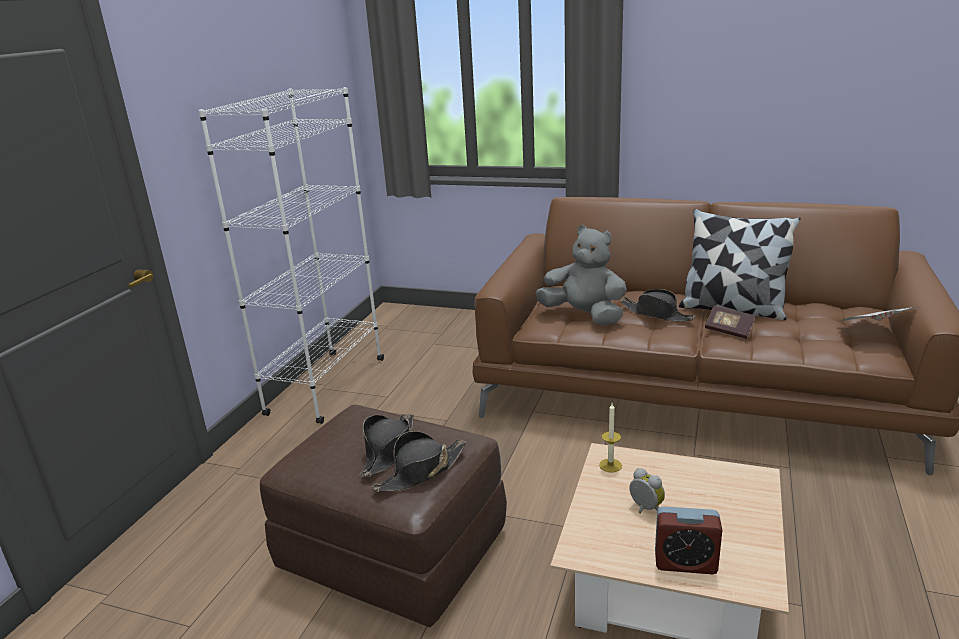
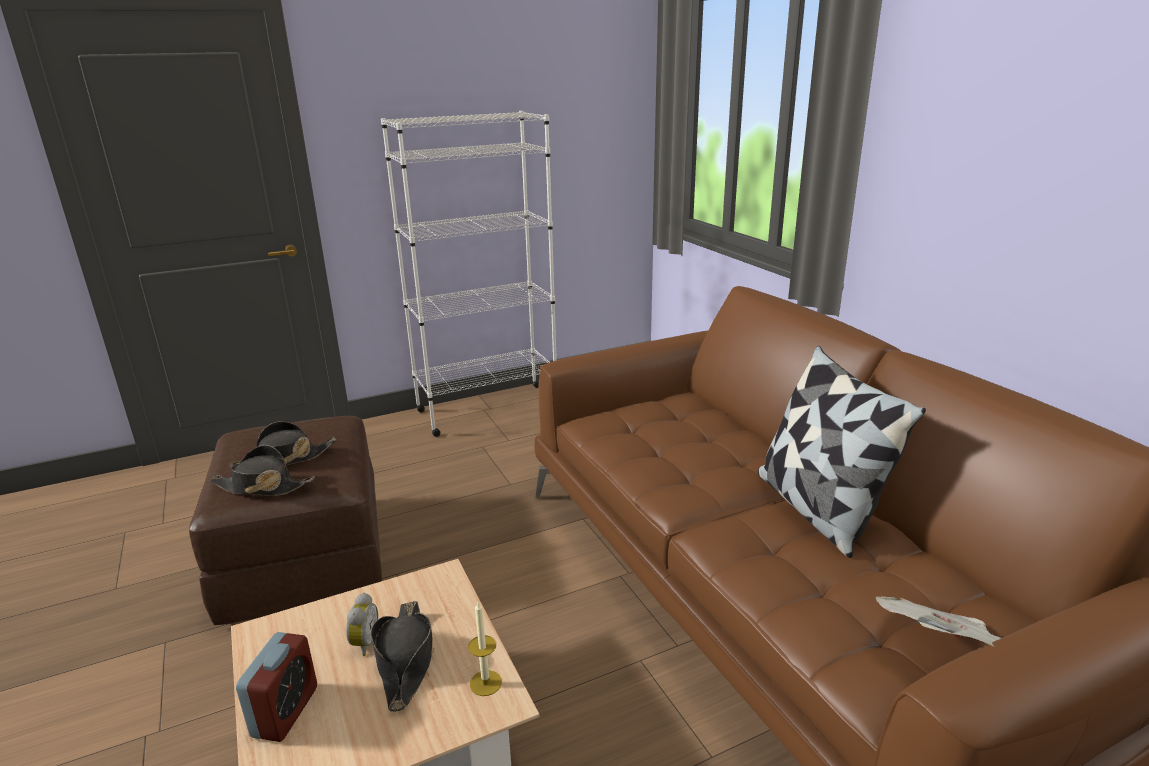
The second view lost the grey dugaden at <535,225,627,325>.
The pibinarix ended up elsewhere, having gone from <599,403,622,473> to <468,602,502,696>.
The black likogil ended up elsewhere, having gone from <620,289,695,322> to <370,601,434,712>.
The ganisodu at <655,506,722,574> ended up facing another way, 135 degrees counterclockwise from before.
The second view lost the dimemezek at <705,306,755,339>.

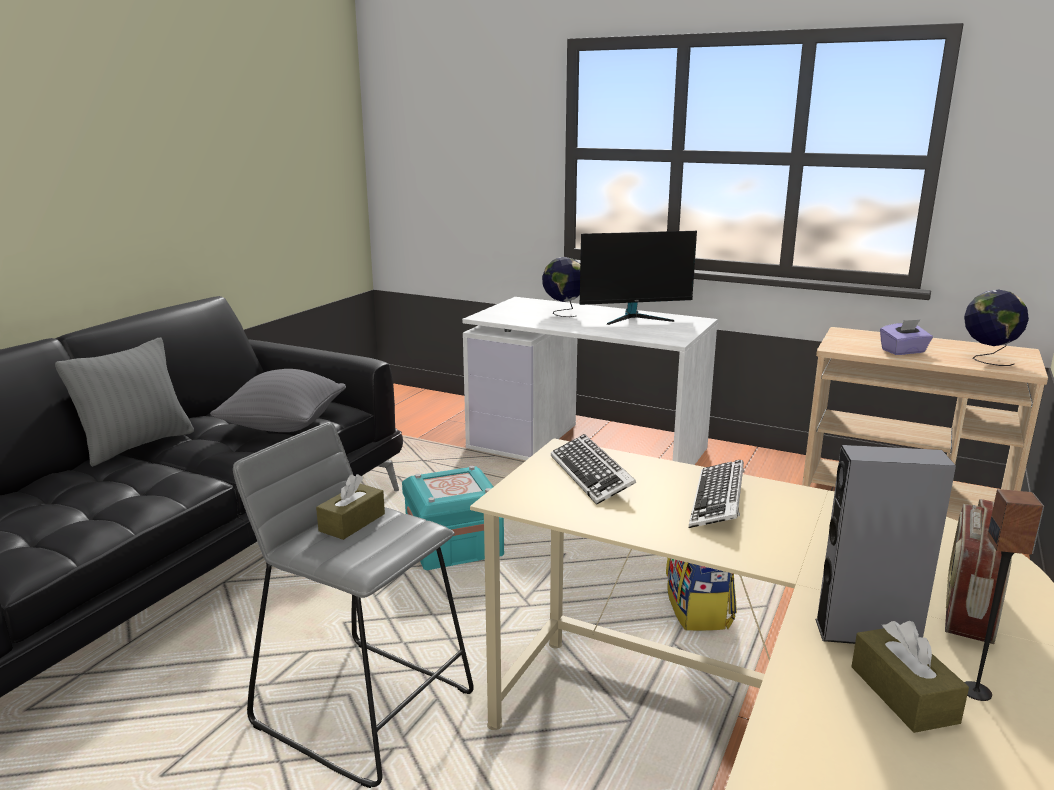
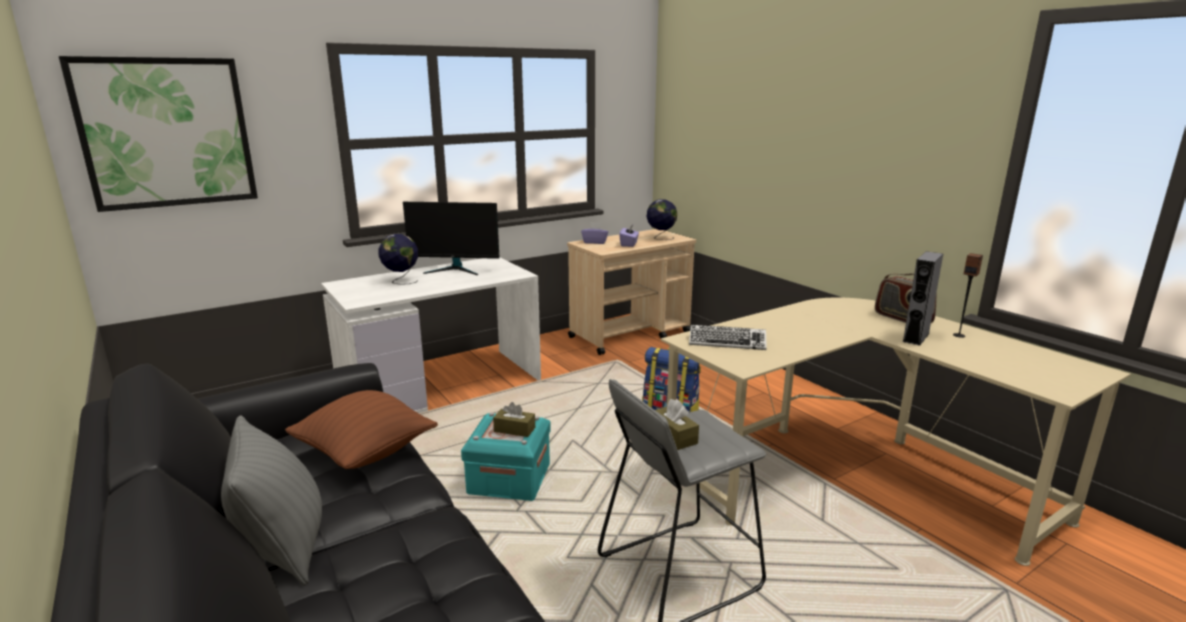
What was the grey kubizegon at <210,369,346,432> turned into the brown kubizegon at <285,390,438,469>.
The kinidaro at <580,231,697,325> ended up facing another way, 75 degrees clockwise from before.
The second view lost the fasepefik at <689,460,744,528>.
The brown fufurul ended up elsewhere, having gone from <851,621,969,733> to <493,402,535,437>.
The second view gained the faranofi at <59,56,258,212>.
The second view gained the purple fufurul at <581,222,609,244>.

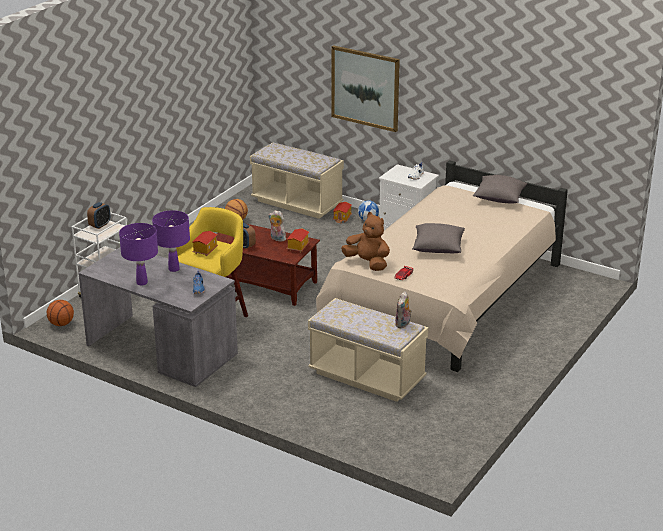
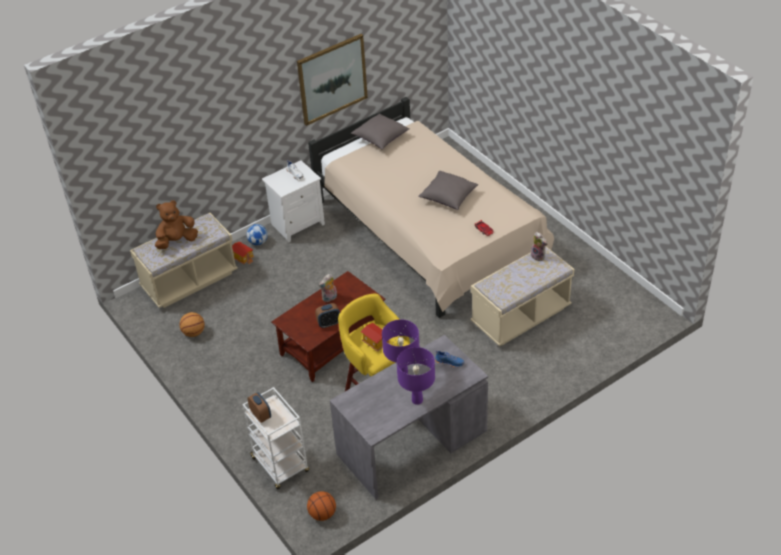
The second view lost the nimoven at <287,229,309,253>.
The faranofi ended up elsewhere, having gone from <332,45,400,132> to <297,34,368,126>.
The brown dugaden ended up elsewhere, having gone from <341,212,390,271> to <155,200,198,249>.

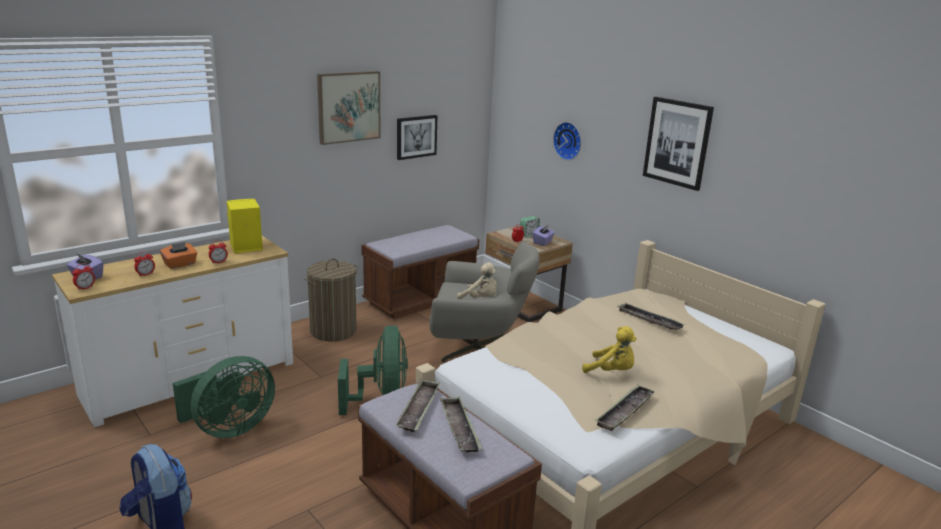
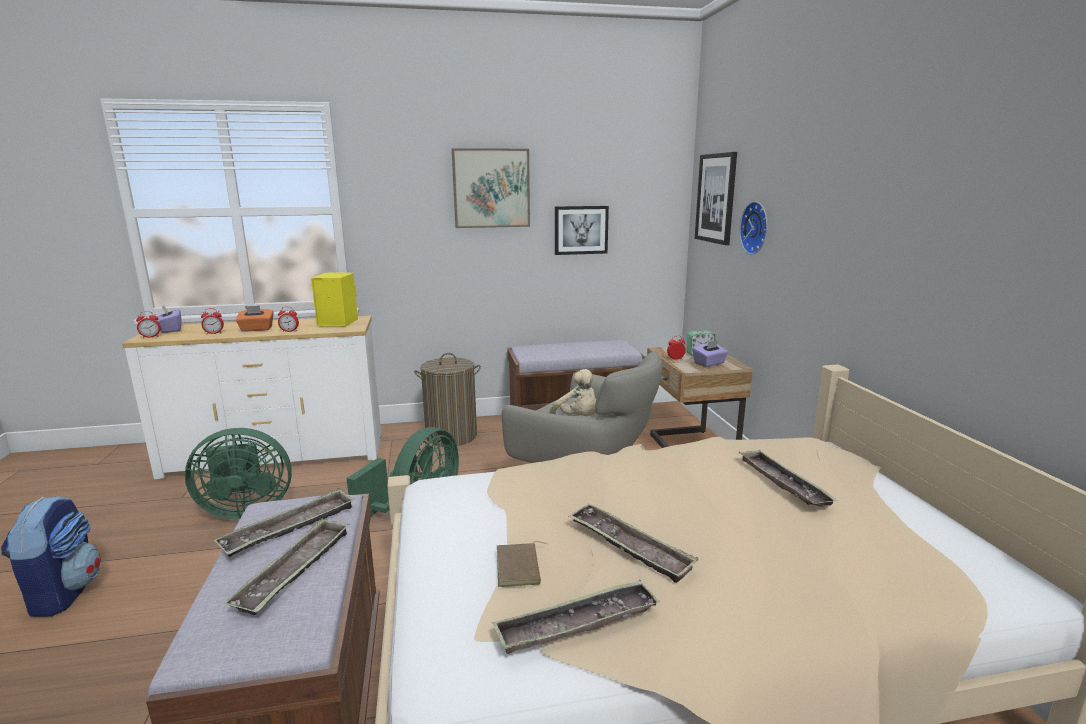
Where the yellow dugaden stood at <582,326,636,373>, the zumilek came to stand at <568,504,699,583>.
The faranofi ended up elsewhere, having gone from <643,97,714,191> to <695,152,737,245>.
The second view gained the brown dimemezek at <497,541,547,587>.

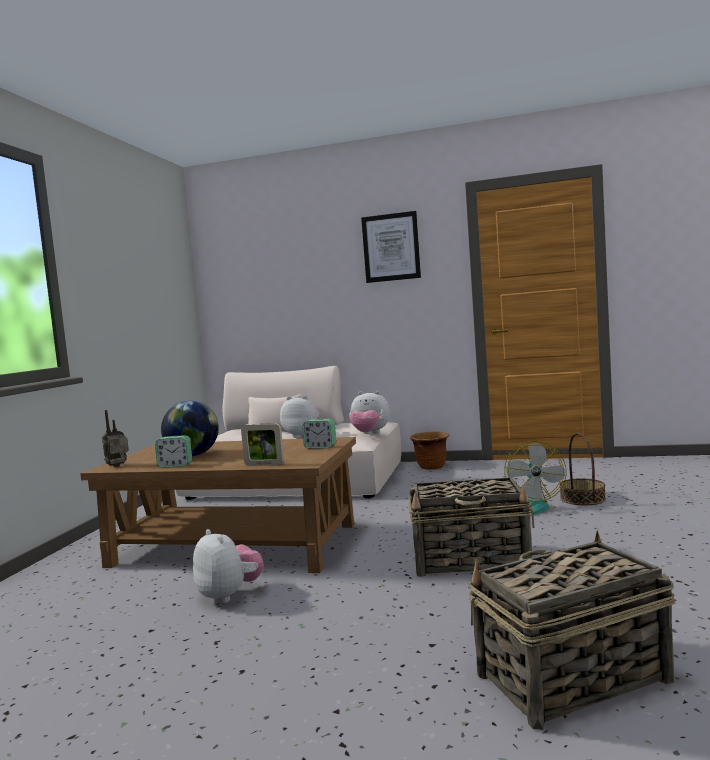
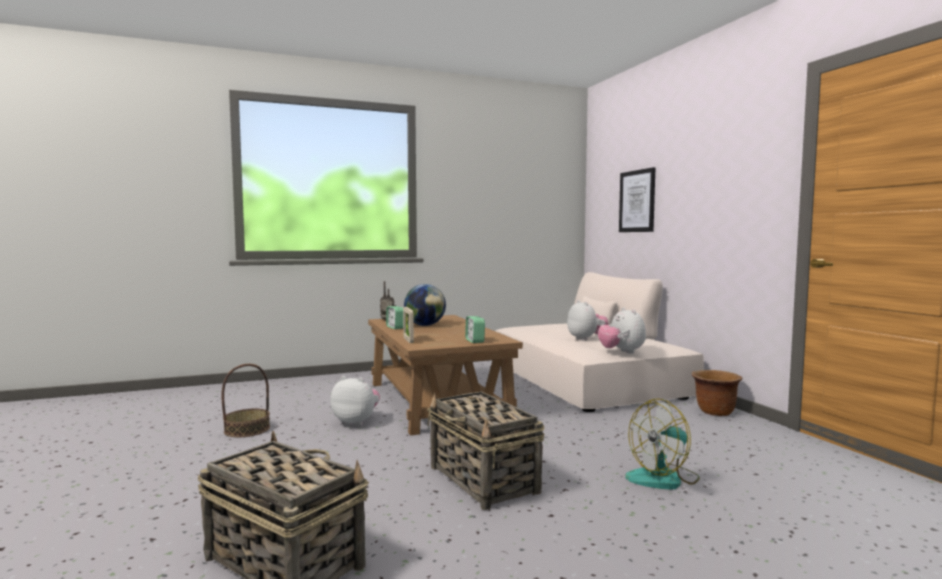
The dugaden at <193,529,264,604> ended up facing another way, 90 degrees counterclockwise from before.
The faranofi ended up elsewhere, having gone from <361,211,421,283> to <619,167,655,232>.
The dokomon ended up elsewhere, having gone from <559,433,606,505> to <221,364,270,437>.

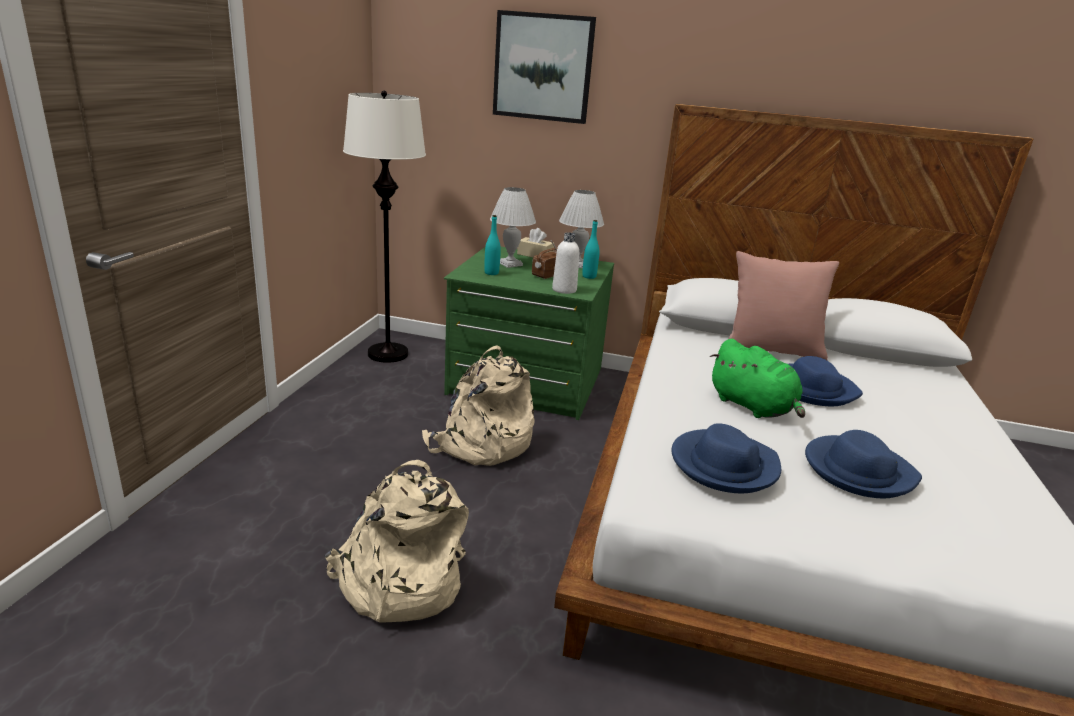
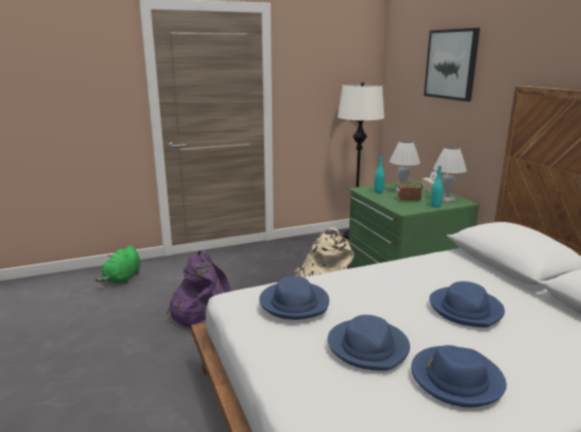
What was the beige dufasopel at <325,460,469,622> turned into the purple dufasopel at <166,250,232,328>.
The second view lost the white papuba at <552,232,579,294>.
The green dugaden ended up elsewhere, having gone from <710,339,805,418> to <95,246,141,284>.
The second view lost the pink kubizegon at <729,251,839,360>.
The second view gained the blue likogil at <411,345,507,407>.

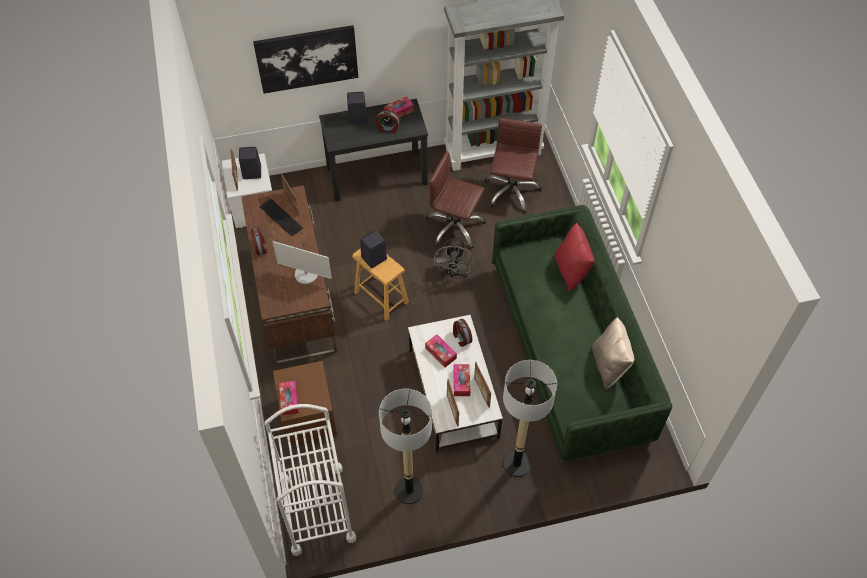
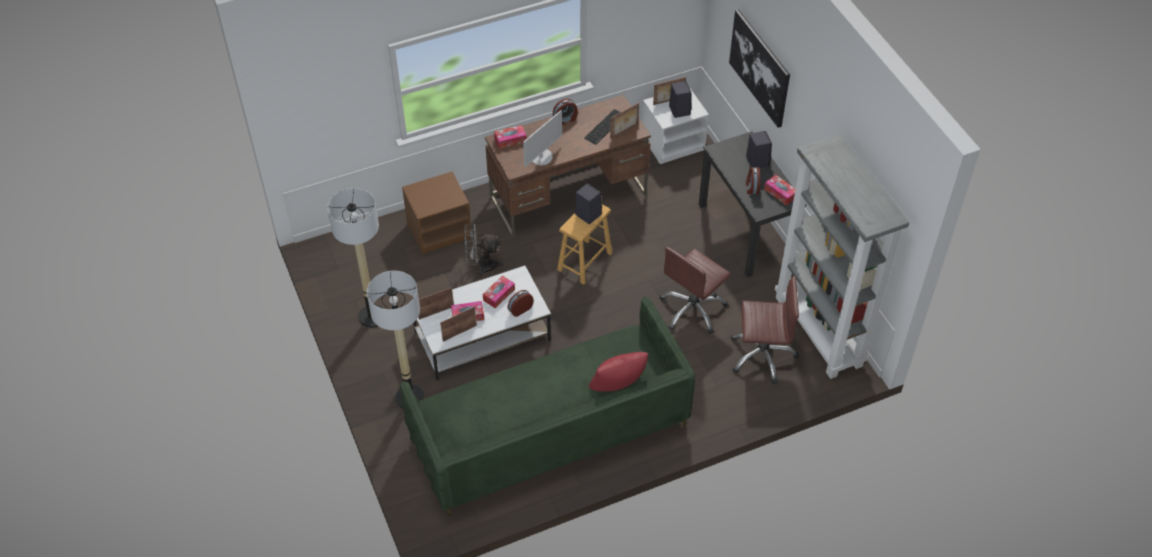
The second view lost the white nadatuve at <265,404,356,556>.
The kinidaro at <273,241,332,284> ended up facing another way, 150 degrees counterclockwise from before.
The fufurul ended up elsewhere, having gone from <279,381,299,415> to <494,125,526,149>.
The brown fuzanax at <426,151,486,249> ended up facing another way, 150 degrees counterclockwise from before.
The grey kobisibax ended up elsewhere, having gone from <434,236,473,278> to <464,224,504,277>.
The second view lost the beige kubizegon at <592,317,634,389>.

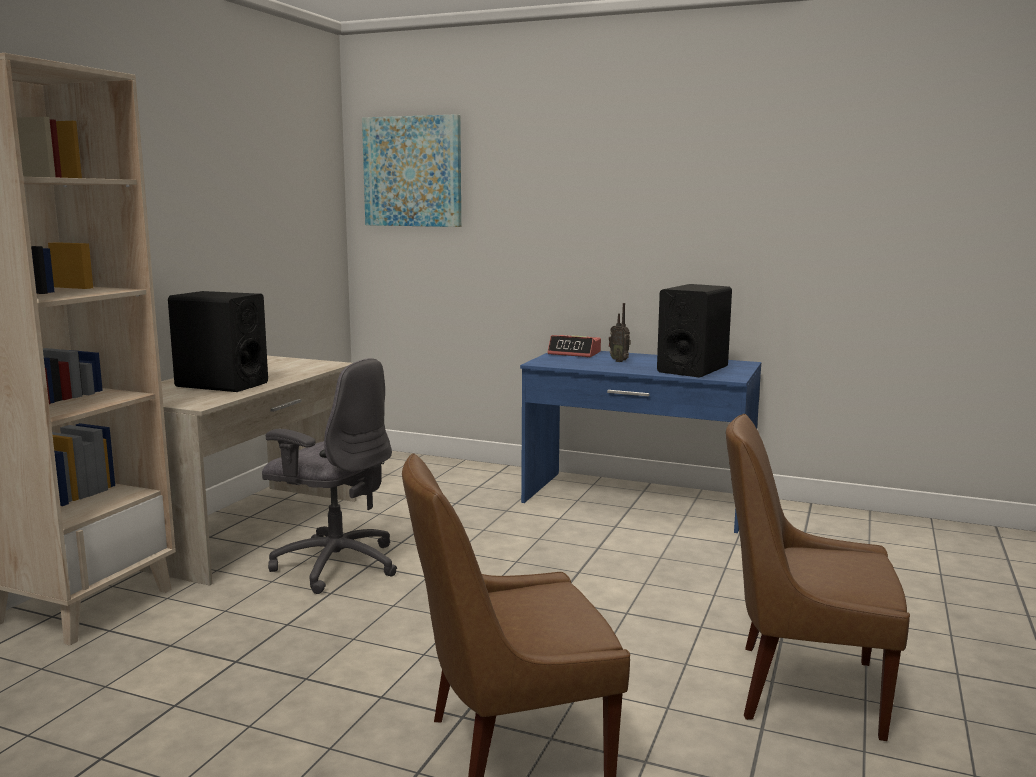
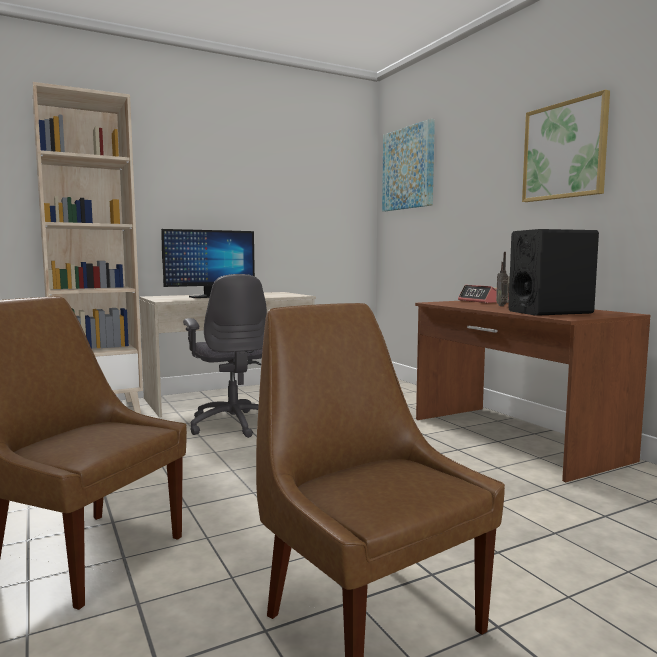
Where the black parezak stood at <168,291,268,392>, the kinidaro came to stand at <161,229,255,298>.
What was the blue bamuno at <520,351,761,533> turned into the brown bamuno at <415,301,650,482>.
The second view gained the faranofi at <522,90,610,202>.

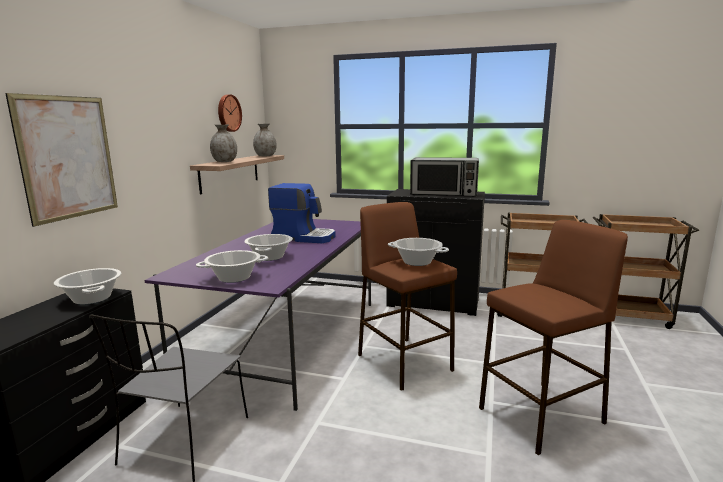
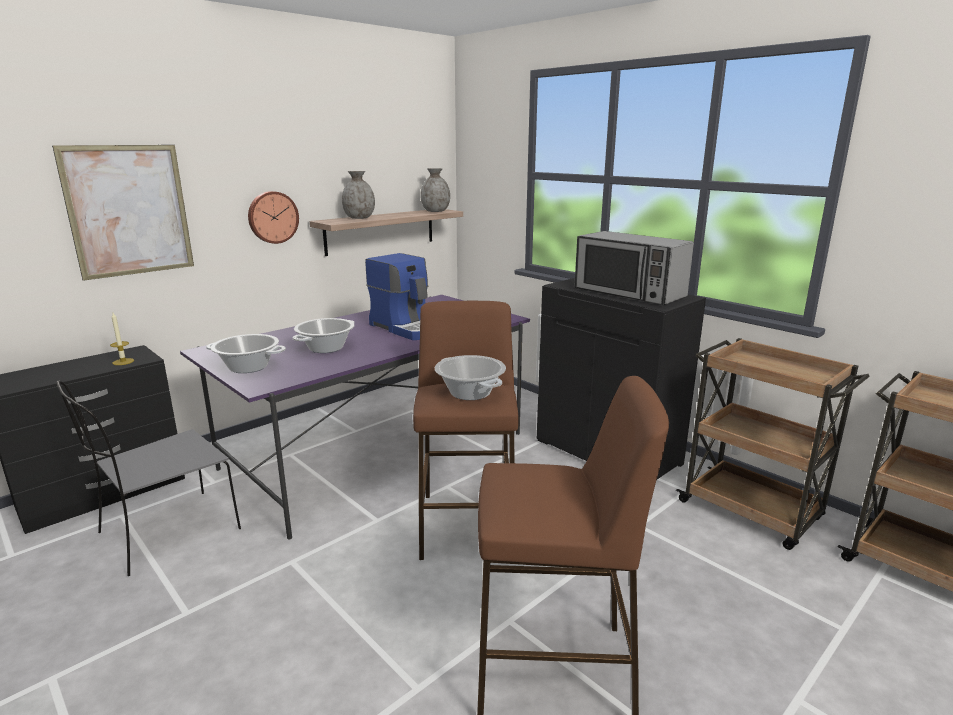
Where the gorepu stood at <54,268,121,305>, the pibinarix came to stand at <110,313,134,365>.
The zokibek ended up elsewhere, having gone from <218,94,242,132> to <248,191,299,244>.

